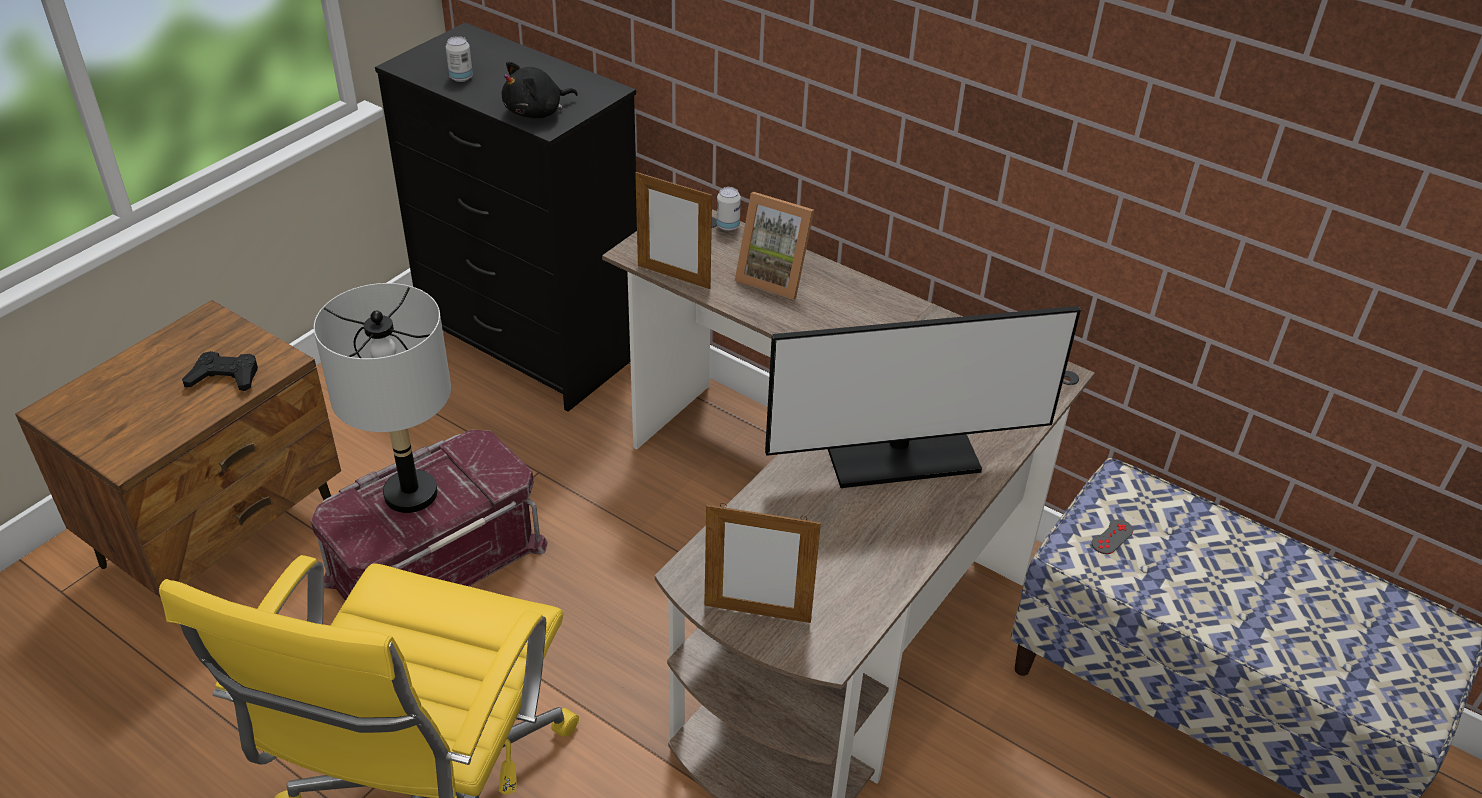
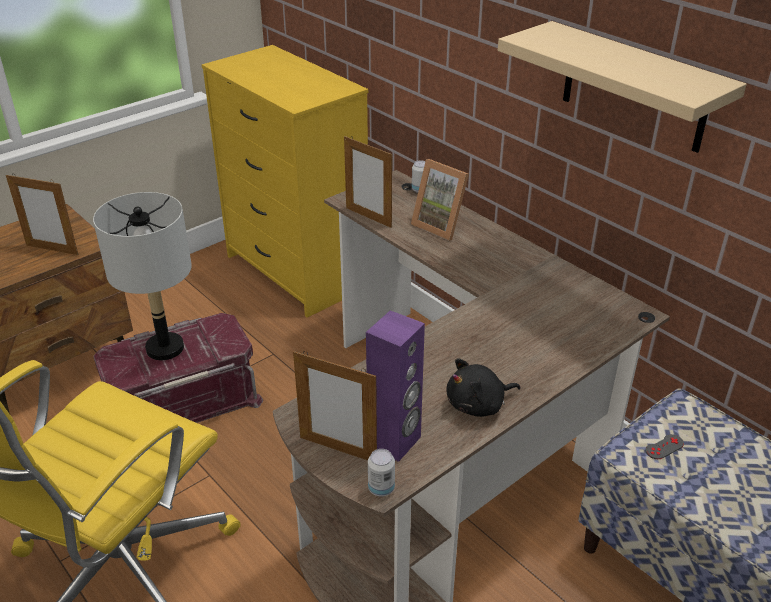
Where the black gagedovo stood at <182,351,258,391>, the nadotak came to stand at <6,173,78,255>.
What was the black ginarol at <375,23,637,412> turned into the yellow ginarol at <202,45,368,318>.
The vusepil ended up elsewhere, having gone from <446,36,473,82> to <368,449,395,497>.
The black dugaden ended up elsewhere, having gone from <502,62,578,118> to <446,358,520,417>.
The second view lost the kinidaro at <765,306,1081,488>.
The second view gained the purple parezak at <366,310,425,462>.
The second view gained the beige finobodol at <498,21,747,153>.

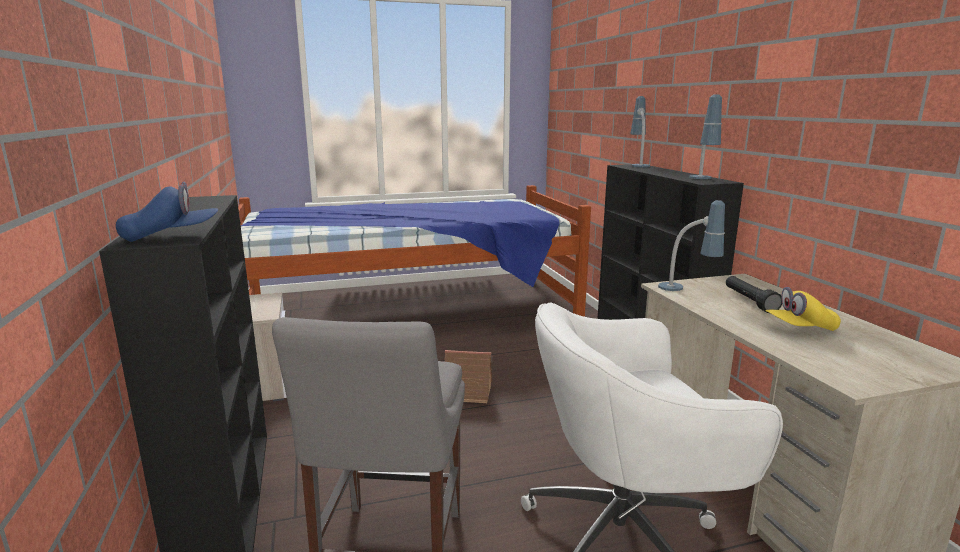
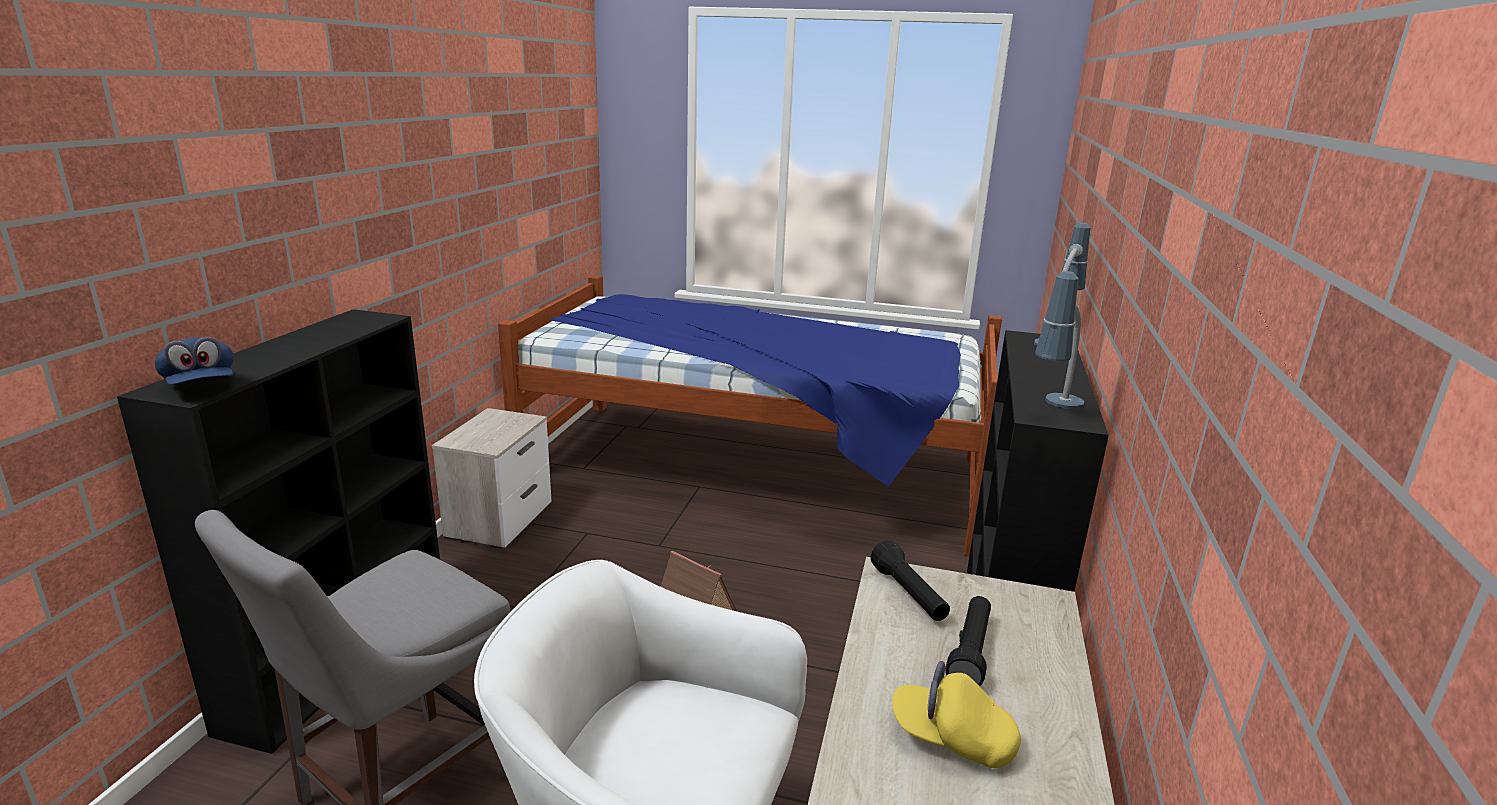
The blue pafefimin at <116,181,218,242> ended up facing another way, 45 degrees clockwise from before.
Where the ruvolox stood at <658,200,725,291>, the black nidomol came to stand at <871,540,950,621>.

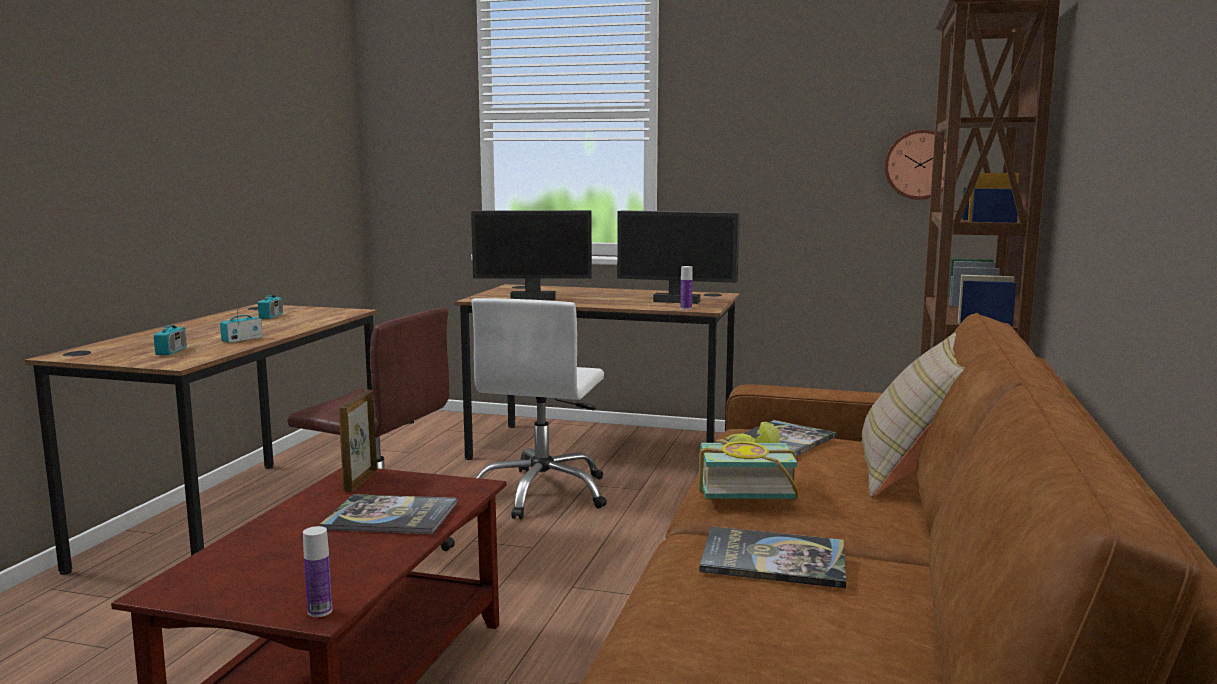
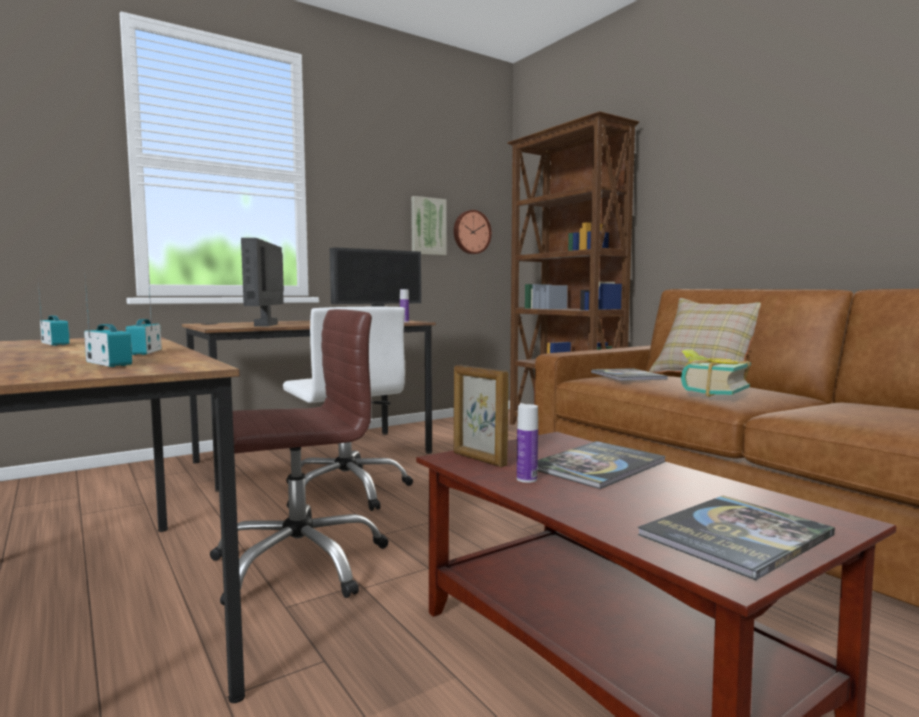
The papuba ended up elsewhere, having gone from <303,526,332,617> to <517,404,538,483>.
The kinidaro at <471,210,592,300> ended up facing another way, 135 degrees clockwise from before.
The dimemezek ended up elsewhere, having gone from <699,526,846,588> to <638,495,835,580>.
The second view gained the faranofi at <411,196,447,255>.

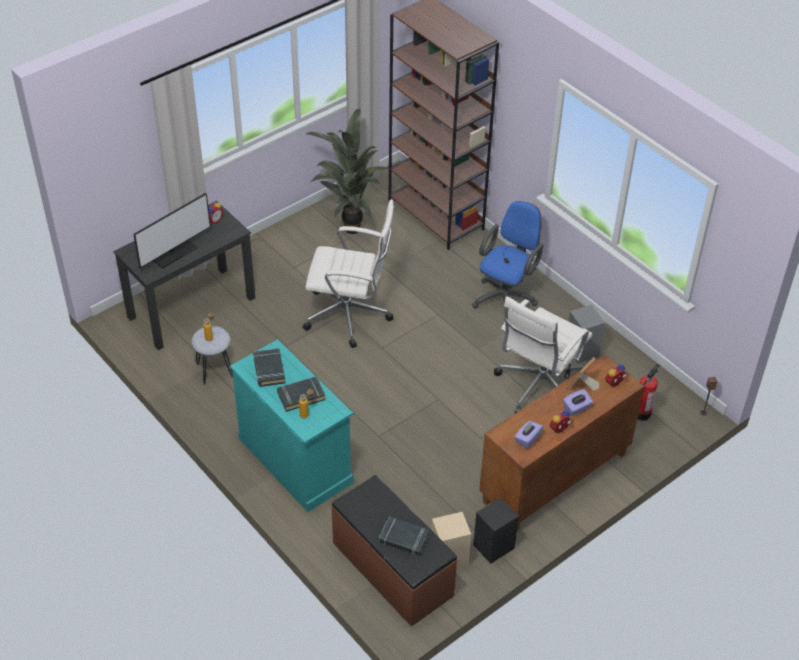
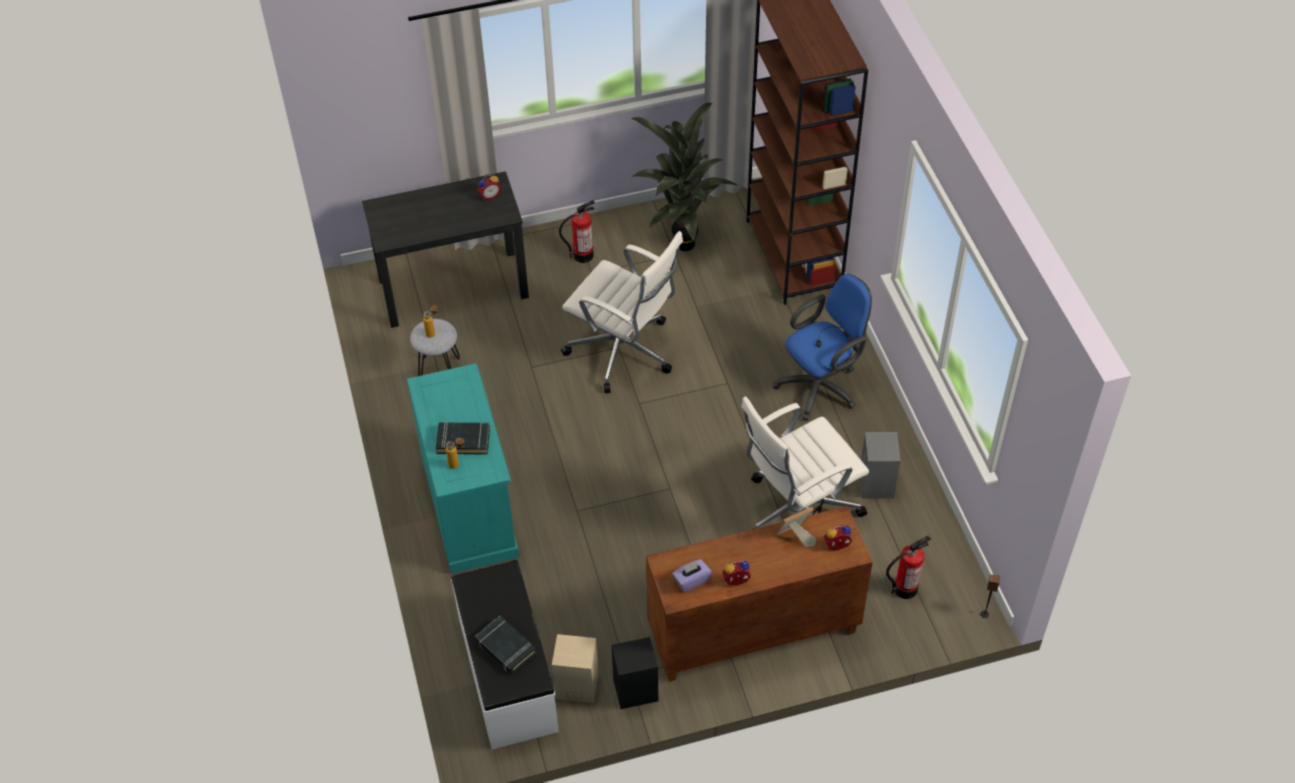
The second view lost the kinidaro at <133,193,211,269>.
The second view lost the black dimemezek at <253,348,285,387>.
What was the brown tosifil at <331,475,458,627> turned into the white tosifil at <451,560,559,749>.
The second view lost the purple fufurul at <563,389,593,416>.
The second view gained the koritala at <559,200,595,263>.

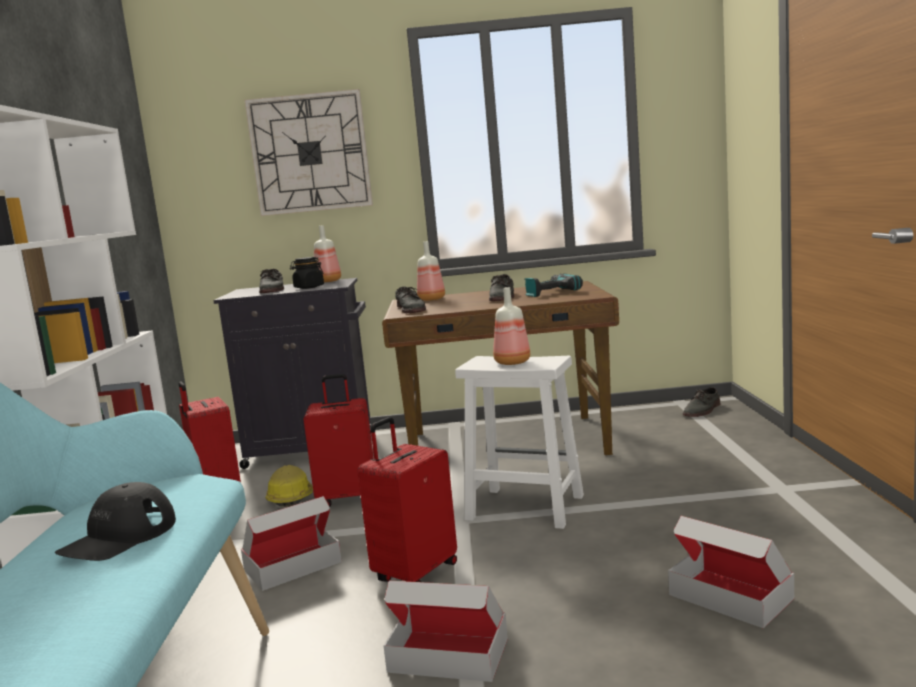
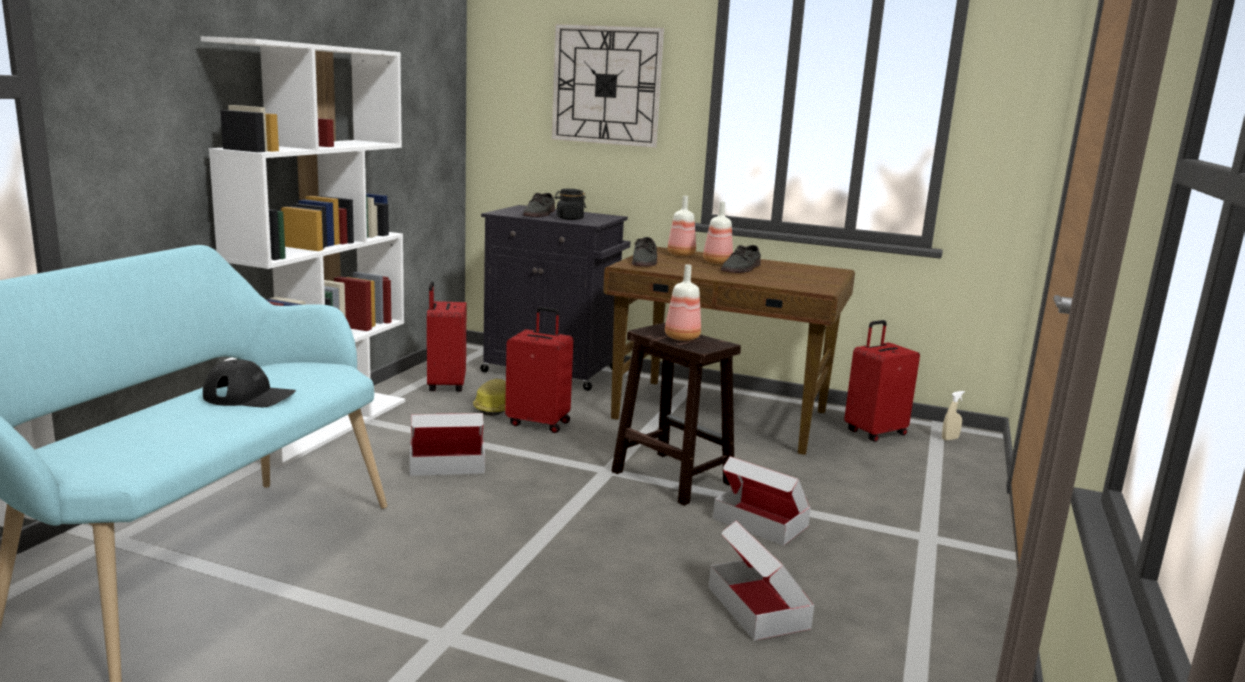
The black pafefimin at <55,482,176,561> ended up facing another way, 135 degrees counterclockwise from before.
The papuba ended up elsewhere, having gone from <314,225,341,283> to <703,202,733,264>.
The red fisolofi ended up elsewhere, having gone from <358,417,457,582> to <844,320,920,442>.
The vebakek ended up elsewhere, having gone from <383,580,508,682> to <713,456,811,546>.
What was the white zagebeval at <455,356,584,529> turned into the brown zagebeval at <611,323,741,506>.
The second view lost the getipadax at <525,274,583,297>.
Where the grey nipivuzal stood at <683,387,721,417>, the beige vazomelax came to stand at <942,391,965,440>.

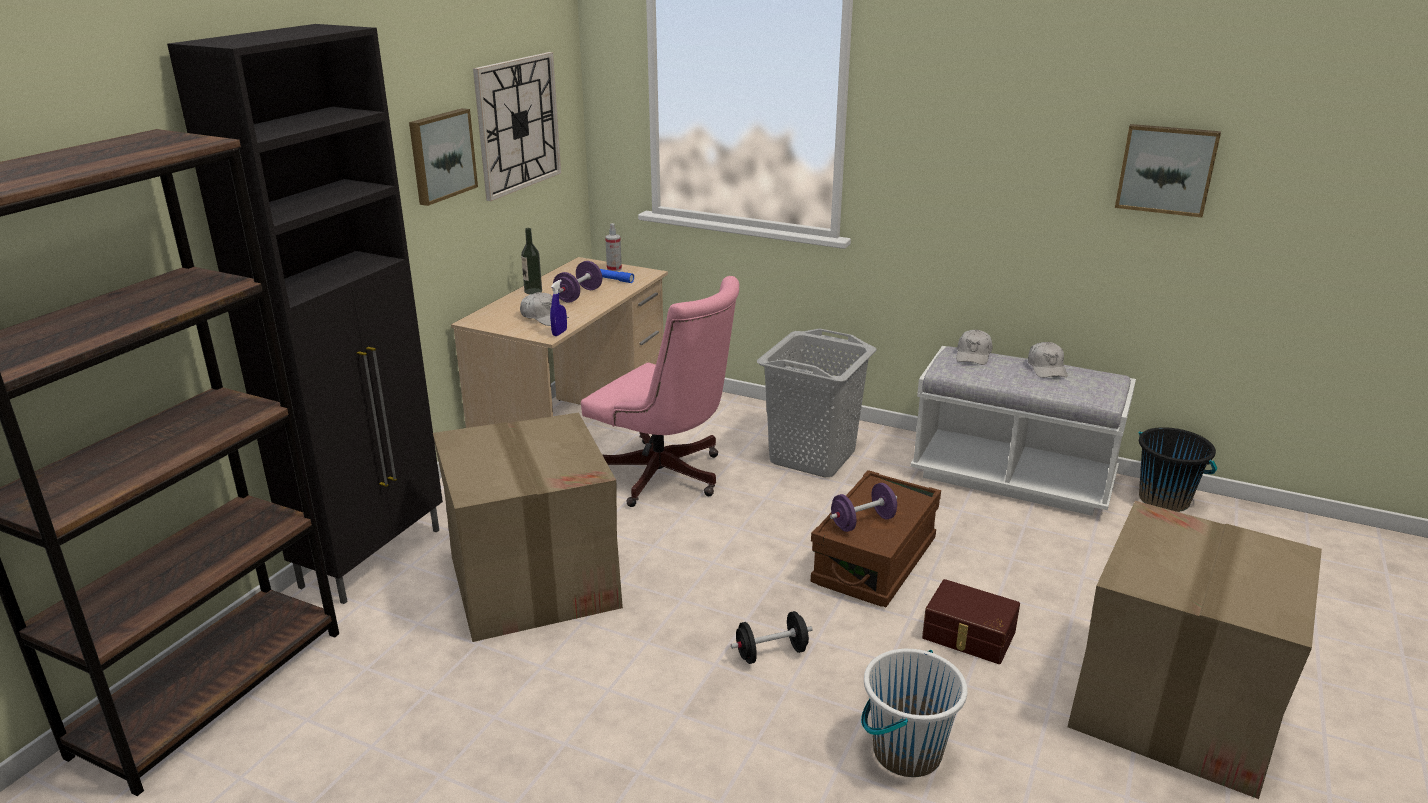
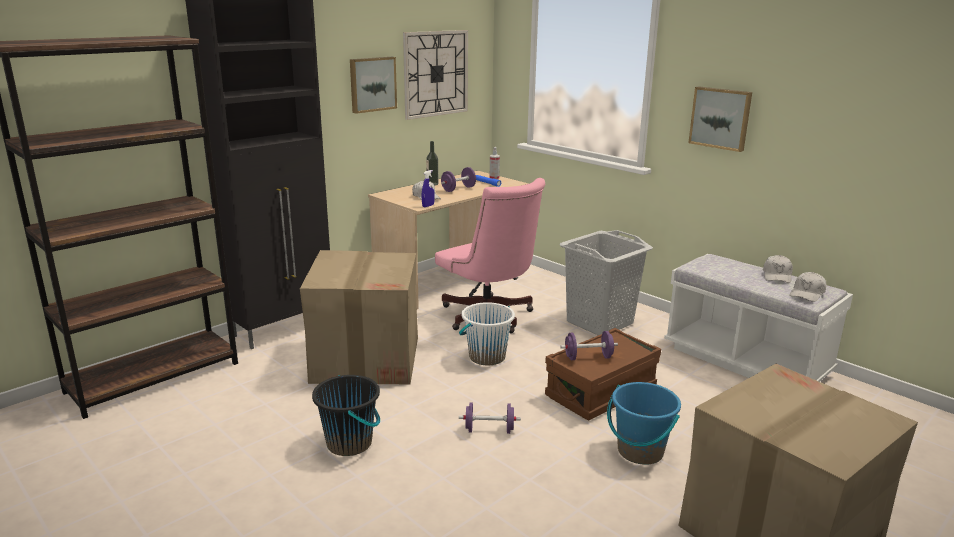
What was the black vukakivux at <731,611,813,664> turned into the purple vukakivux at <459,403,521,434>.
The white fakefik ended up elsewhere, having gone from <861,649,968,777> to <459,302,515,365>.
Where the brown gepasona stood at <922,579,1020,664>, the blue fakefik came to stand at <607,382,681,465>.
The white pafefimin ended up elsewhere, having gone from <956,330,993,365> to <790,272,826,302>.
The faranofi ended up elsewhere, having gone from <1115,124,1221,218> to <688,86,752,152>.
The black fakefik ended up elsewhere, having gone from <1139,427,1217,512> to <312,375,380,456>.

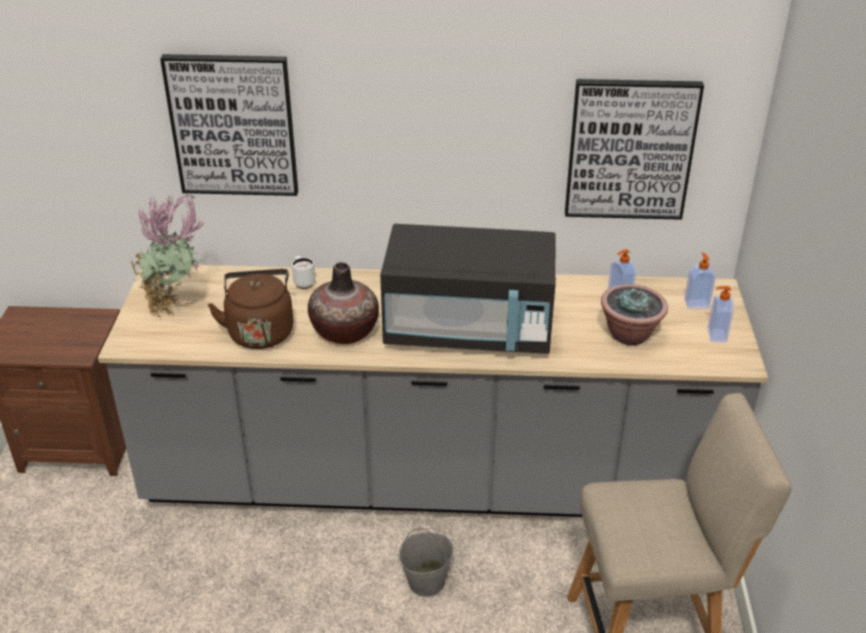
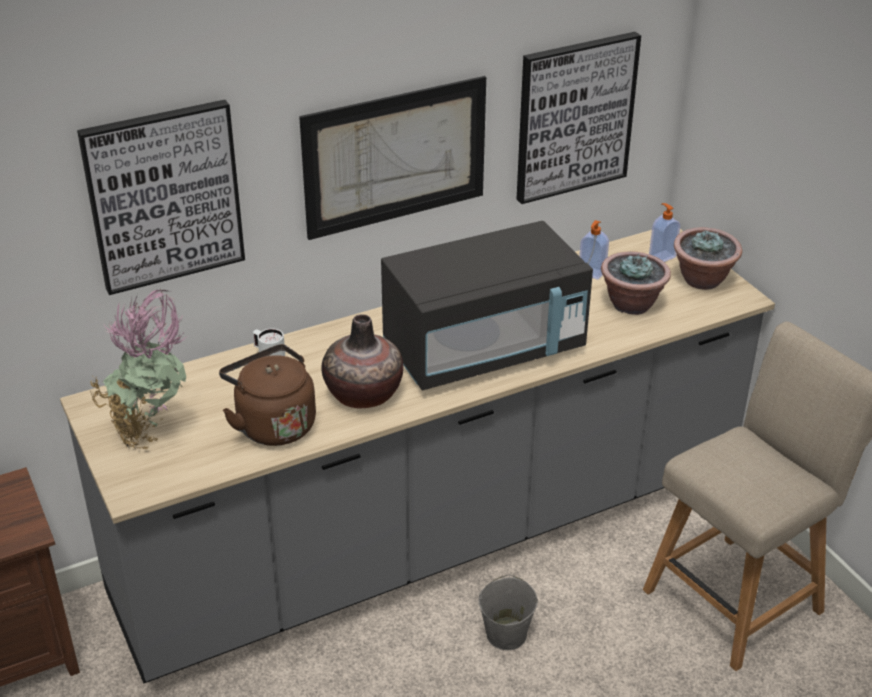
Where the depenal stood at <708,286,734,343>, the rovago came to stand at <674,227,742,290>.
The second view gained the faranofi at <299,76,486,240>.

